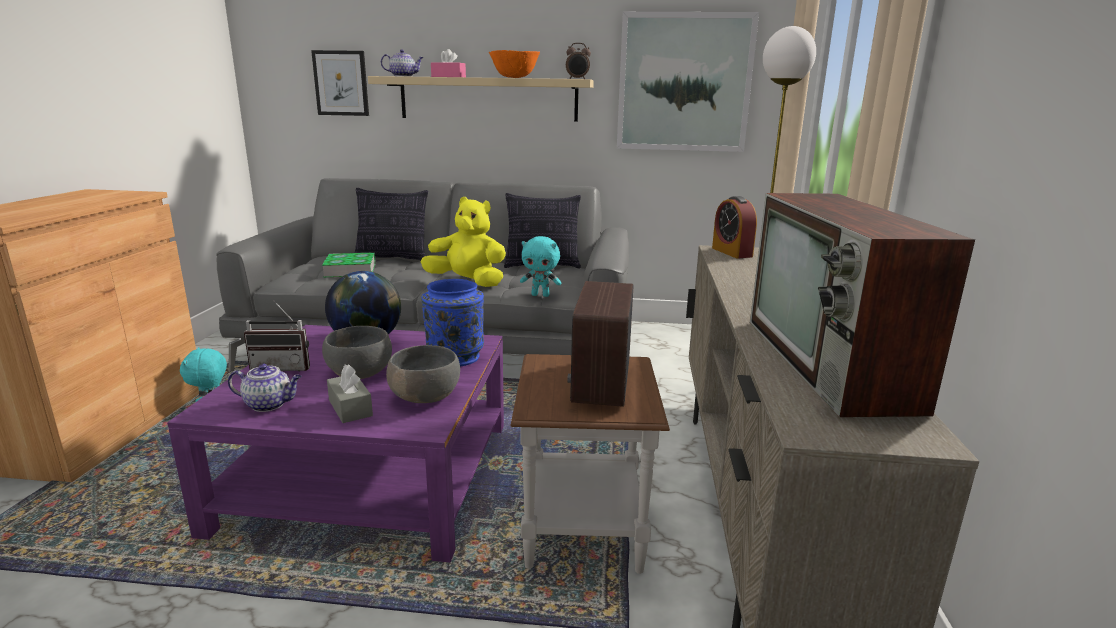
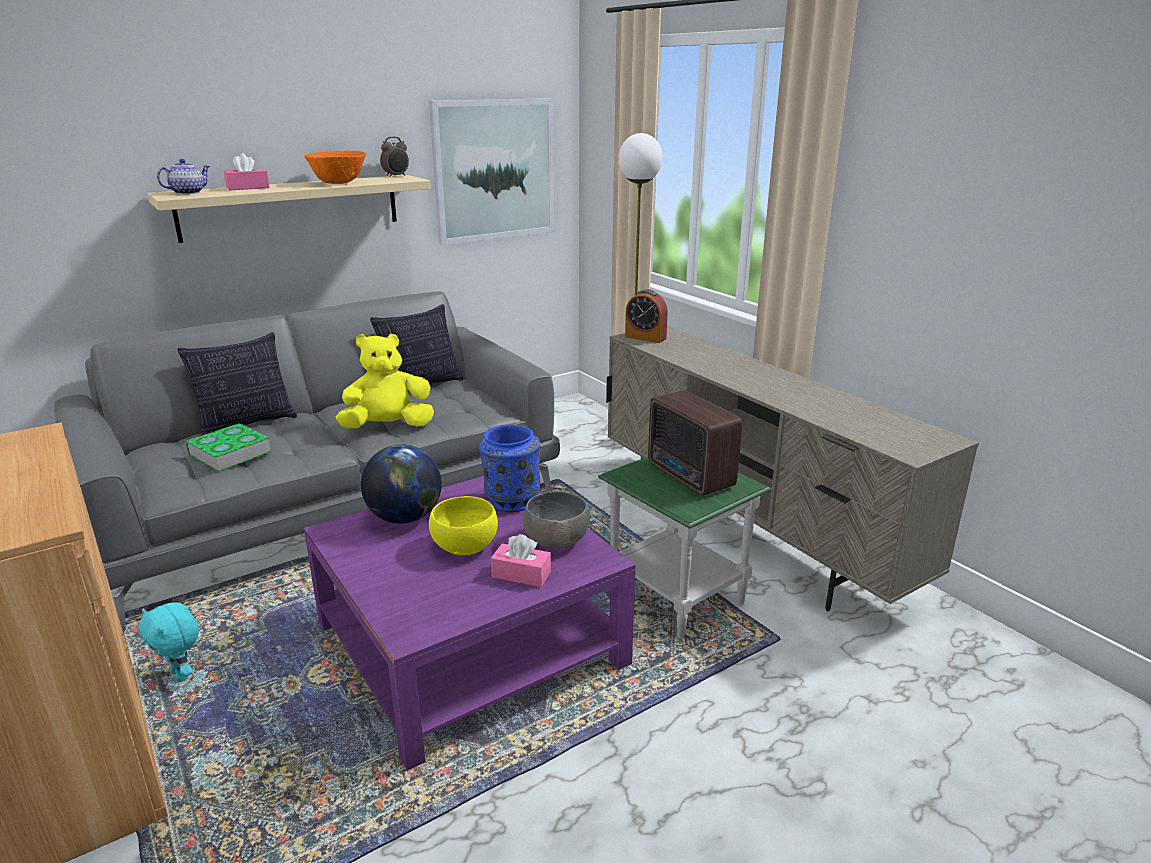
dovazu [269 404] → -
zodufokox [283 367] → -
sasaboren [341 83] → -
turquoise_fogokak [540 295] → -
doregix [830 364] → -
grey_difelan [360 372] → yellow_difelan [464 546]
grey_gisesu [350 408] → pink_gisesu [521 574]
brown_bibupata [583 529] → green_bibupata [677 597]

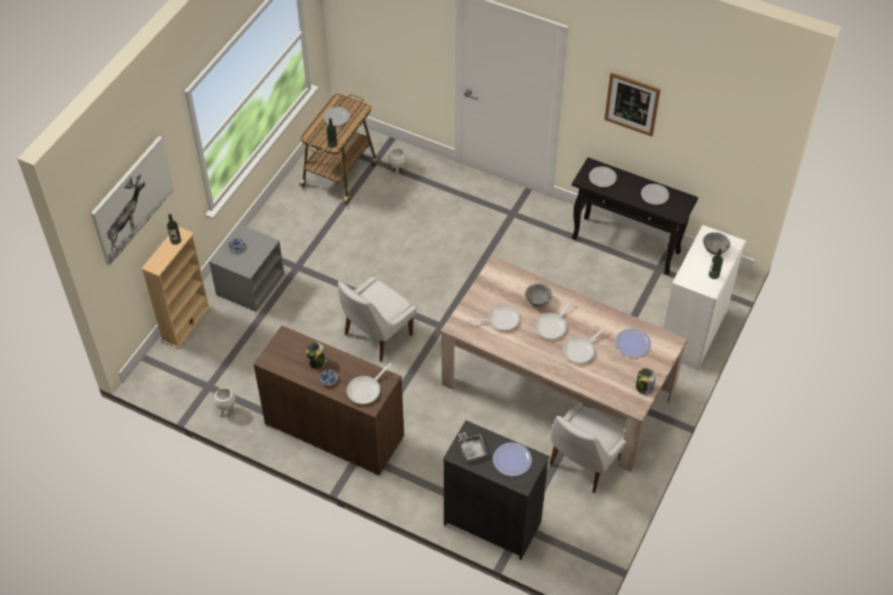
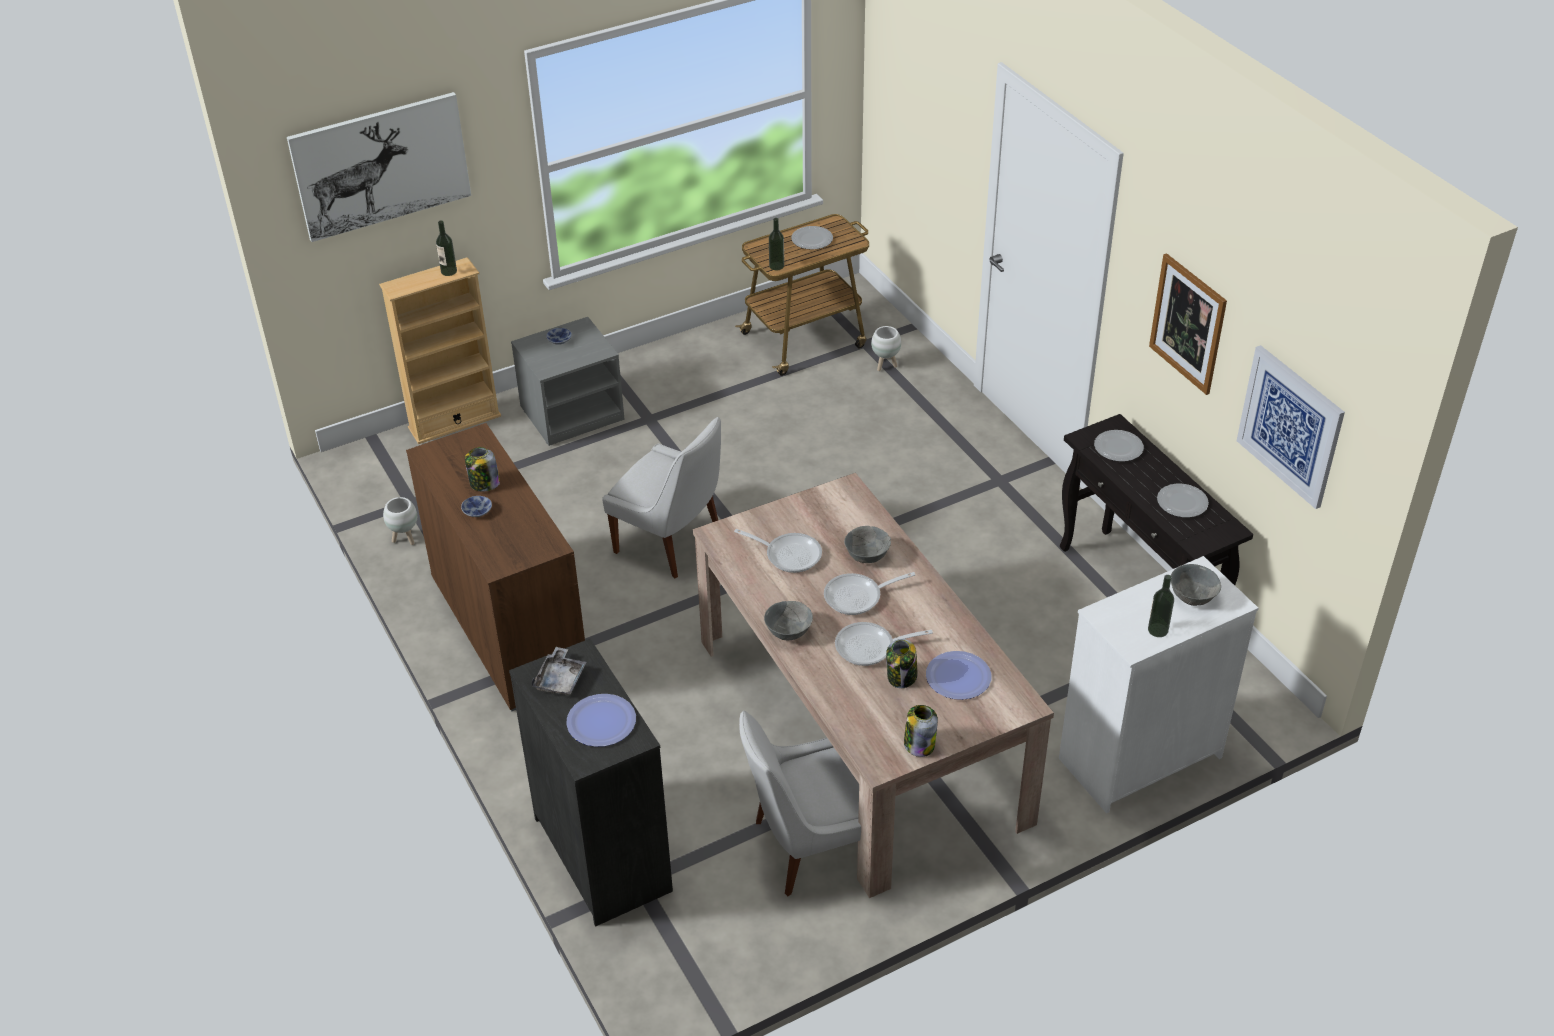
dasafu [366 390] → -
- → grey_difelan [788 631]
- → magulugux [902 677]
- → sasaboren [1290 426]
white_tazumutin [376 336] → white_tazumutin [671 542], 135 degrees counterclockwise

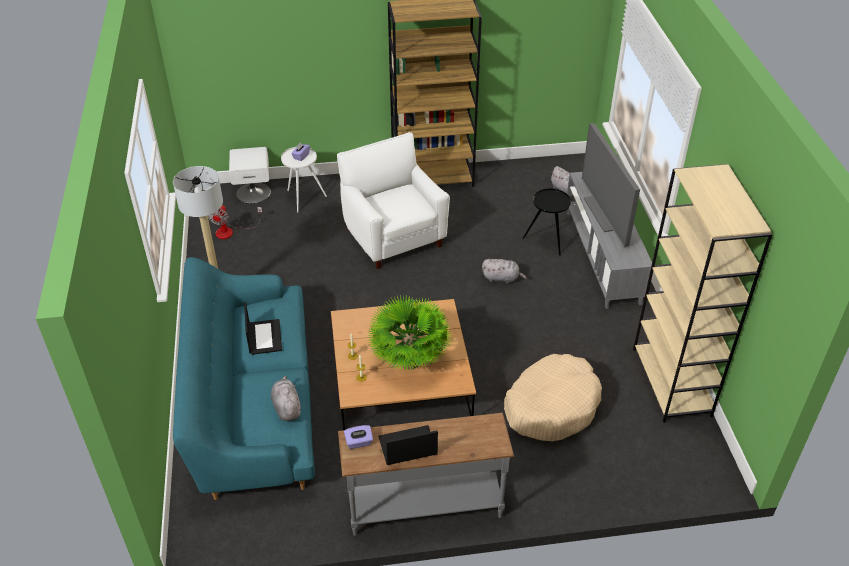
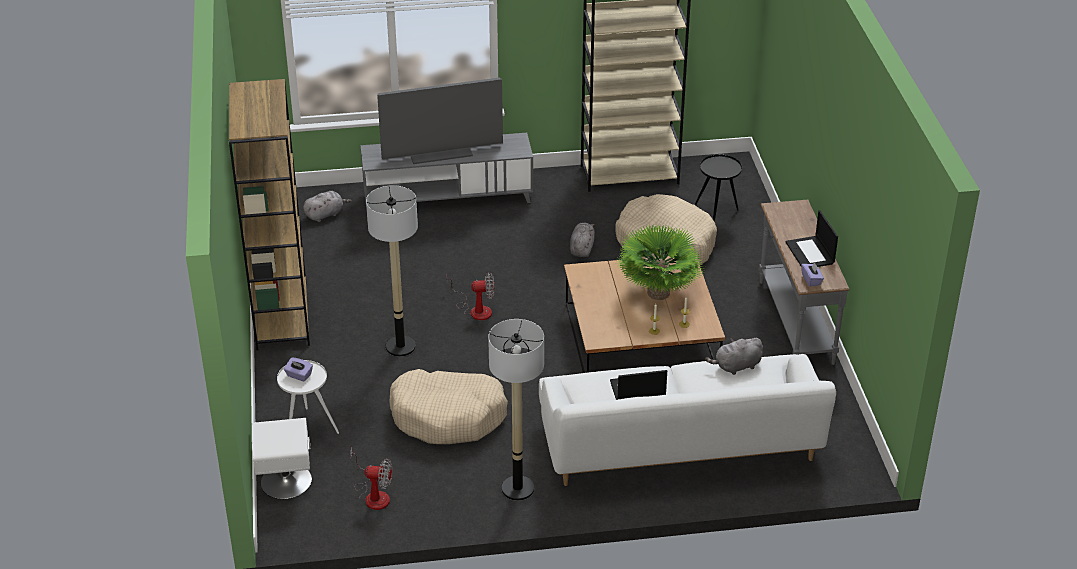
- → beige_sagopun [448 416]
- → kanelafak [475 309]
grey_fogokak [502 278] → grey_fogokak [582 248], move
black_bibupata [546 242] → black_bibupata [717 217], move
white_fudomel [394 237] → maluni [400 346]
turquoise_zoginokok [254 402] → white_zoginokok [680 444]

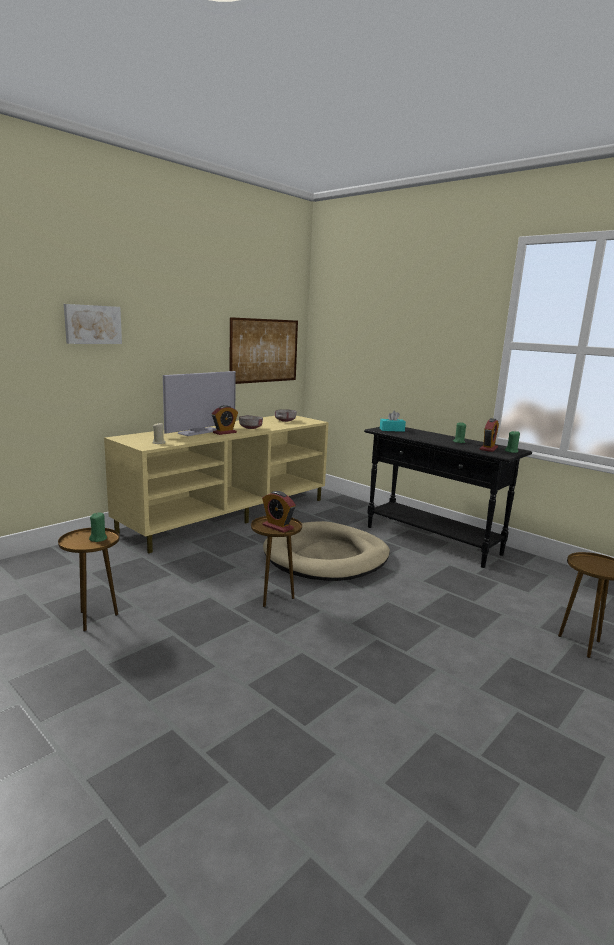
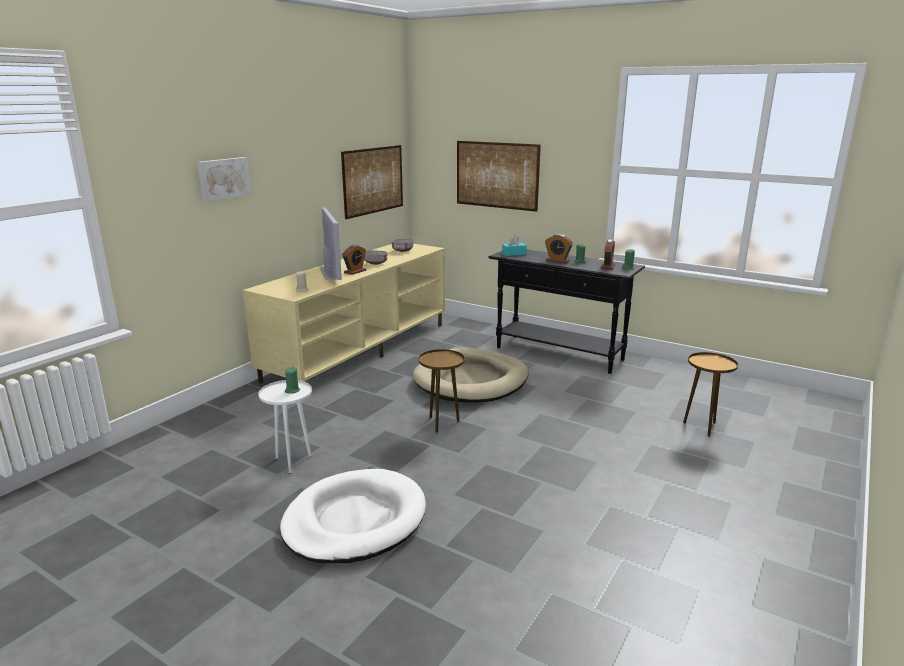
- → white_sagopun [354 521]
- → sasaboren [496 175]
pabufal [277 527] → pabufal [557 261], move
brown_bibupata [94 619] → white_bibupata [292 462]
doregix [199 432] → doregix [330 273], 45 degrees counterclockwise

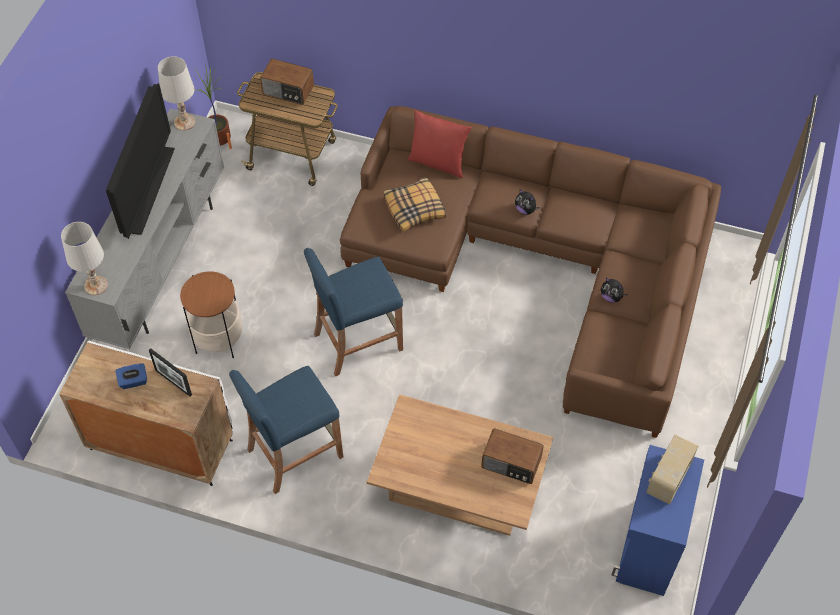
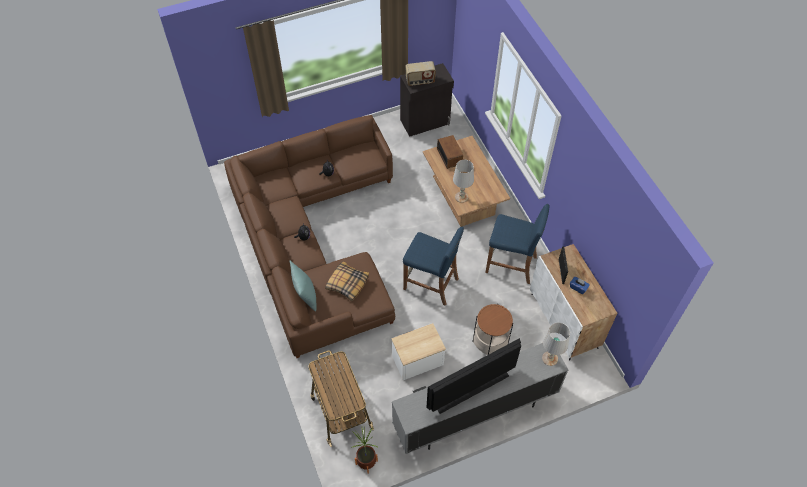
zodufokox [288 91] → -
- → bibupata [417 360]
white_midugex [185 122] → white_midugex [461 197], move
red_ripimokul [438 163] → turquoise_ripimokul [305 295]
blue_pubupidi [647 548] → black_pubupidi [425 122]

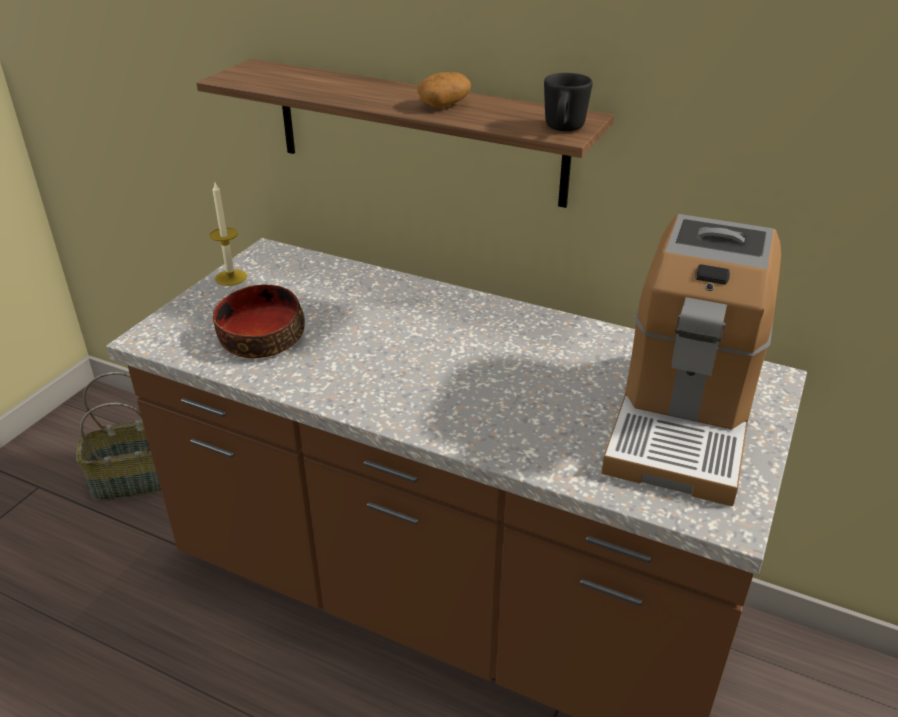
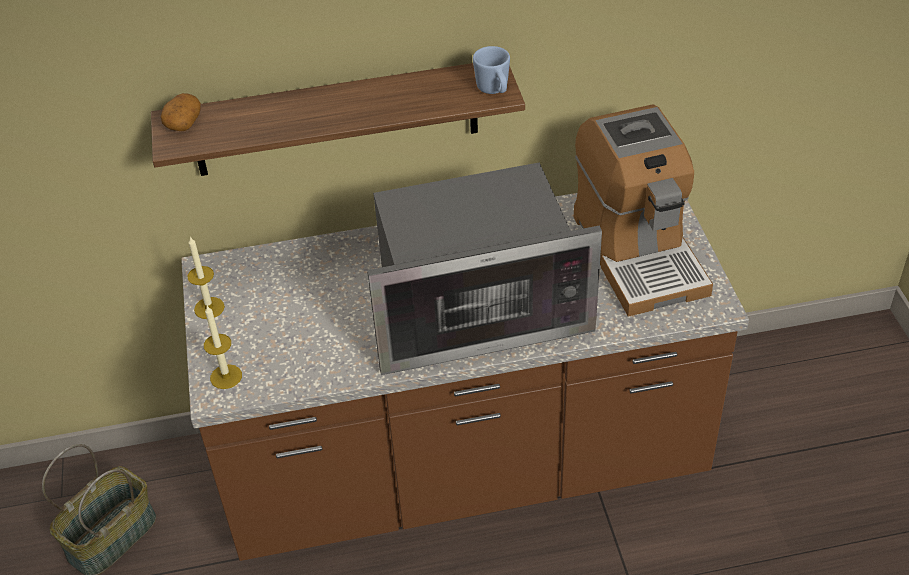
difelan [261 338] → -
- → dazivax [226 376]
- → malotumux [476 312]
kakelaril [444 104] → kakelaril [183 122], move
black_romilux [563 129] → blue_romilux [494 90]

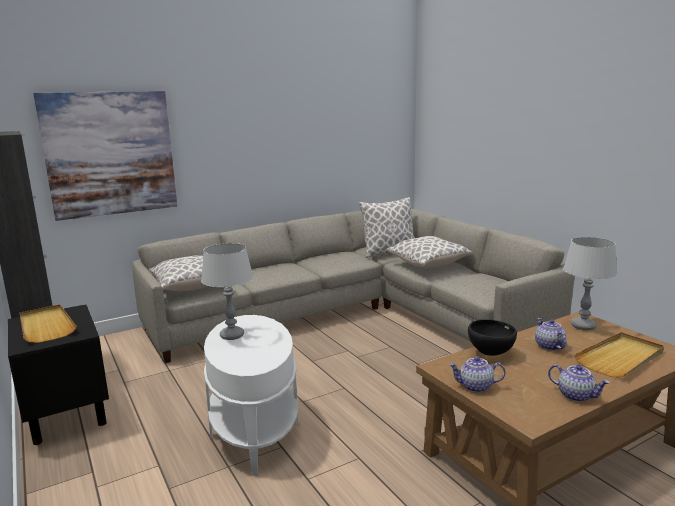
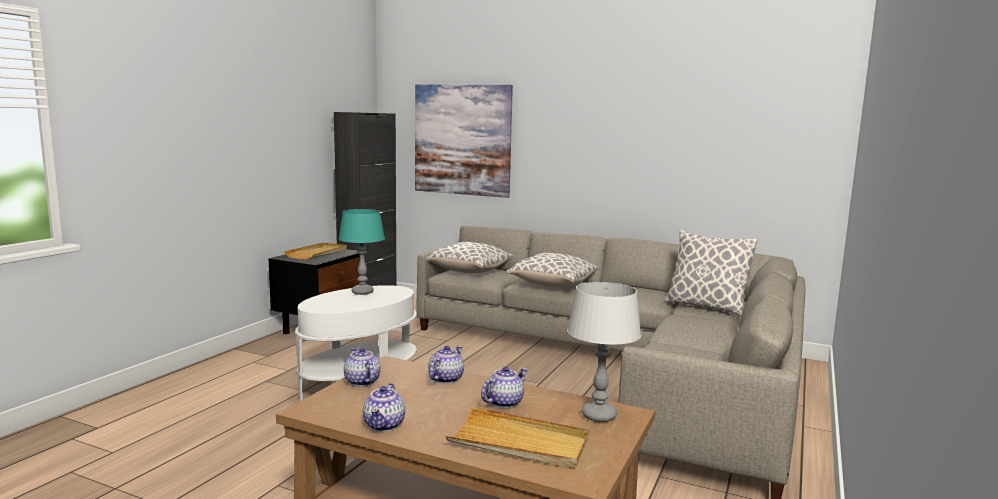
ripimokul [428 264] → ripimokul [552 284], move
black_difelan [490 354] → dovazu [445 378]
grey_midugex [232 336] → turquoise_midugex [362 292]

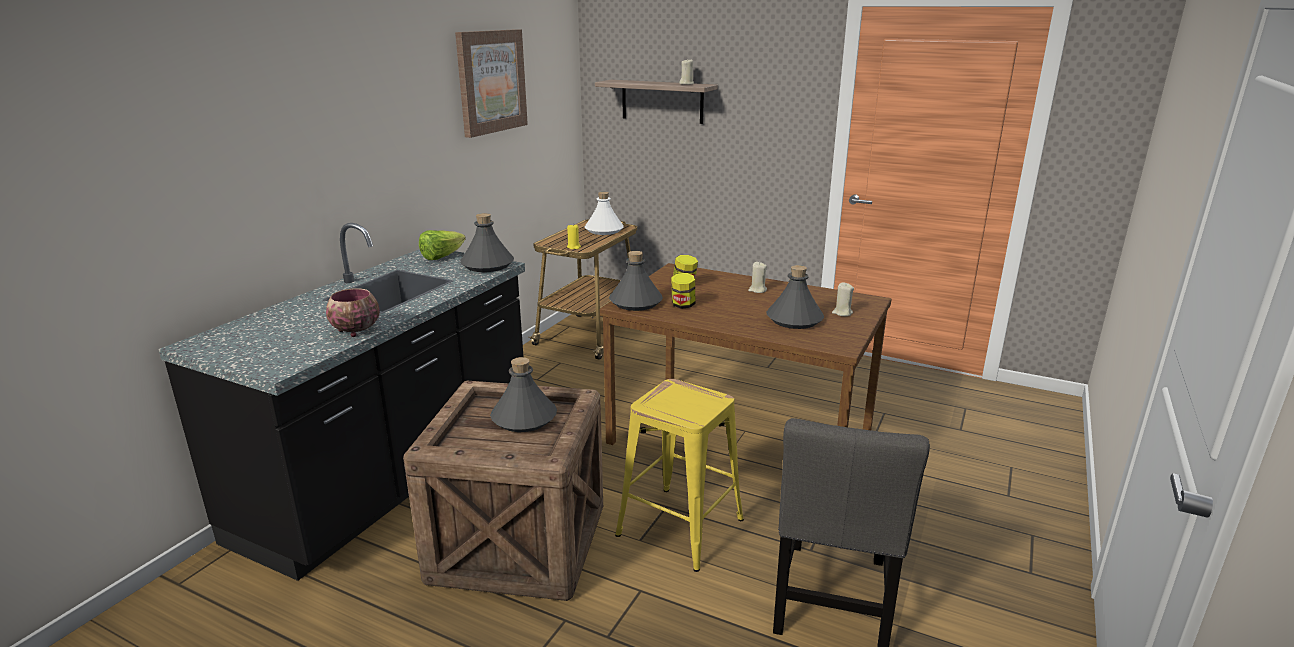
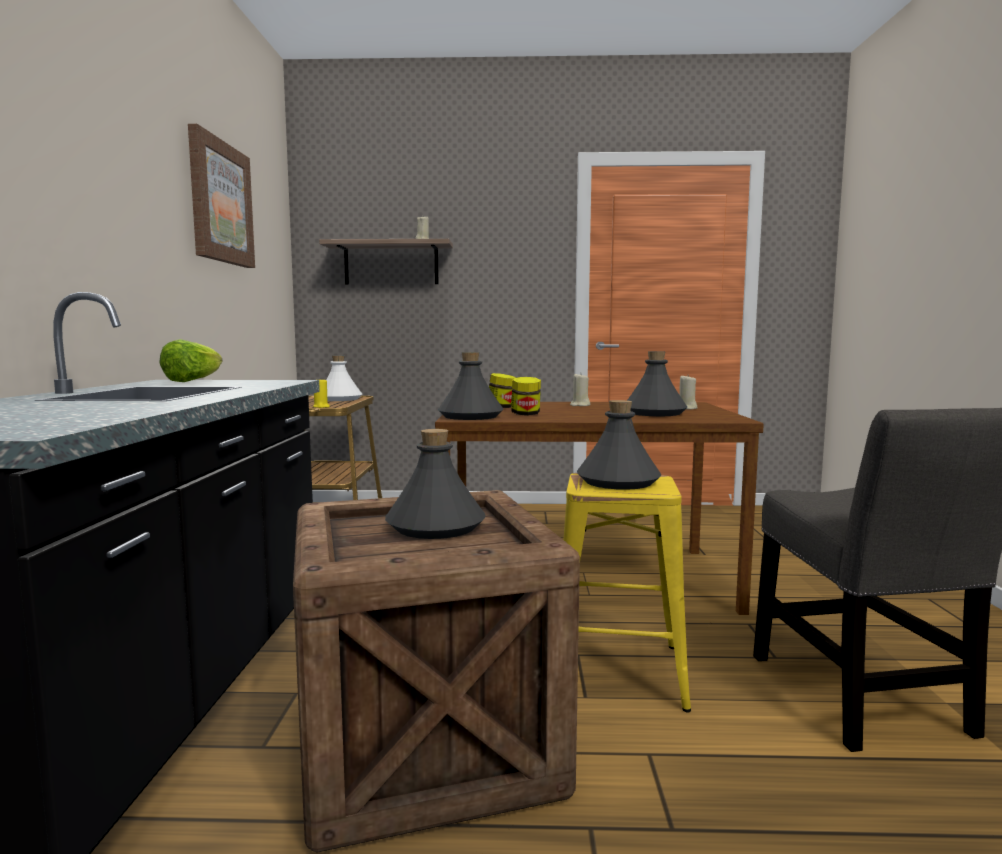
difelan [354 331] → -
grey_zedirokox [488 265] → grey_zedirokox [618 481], move

